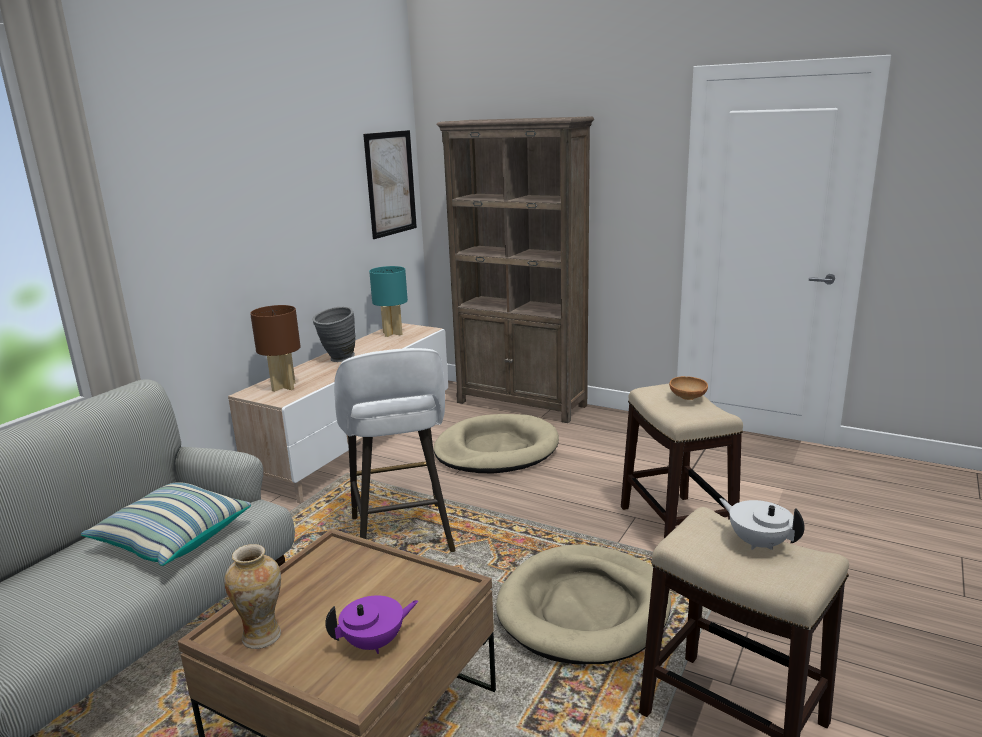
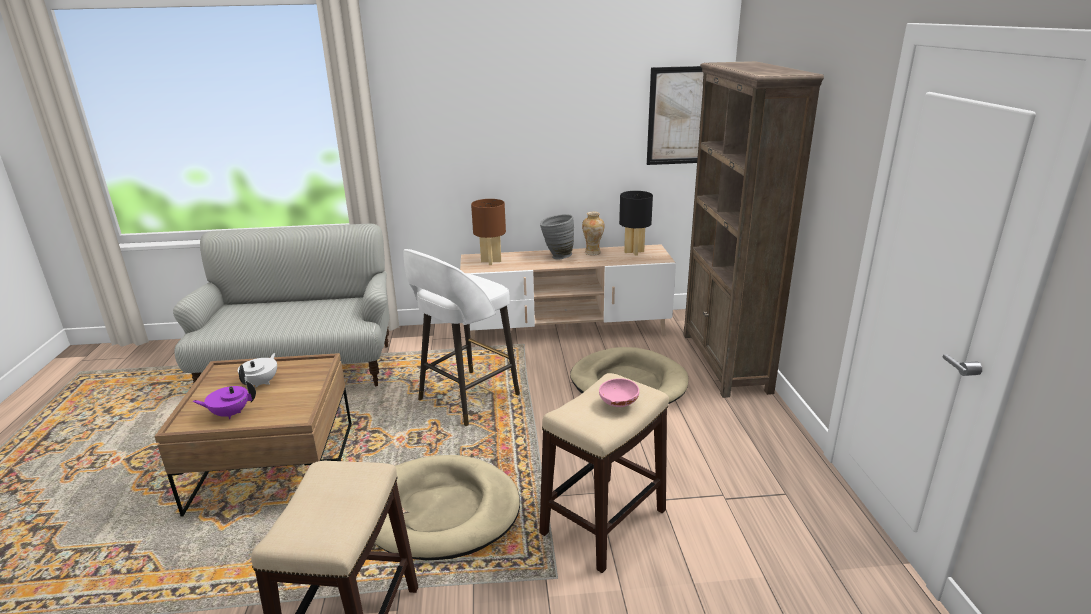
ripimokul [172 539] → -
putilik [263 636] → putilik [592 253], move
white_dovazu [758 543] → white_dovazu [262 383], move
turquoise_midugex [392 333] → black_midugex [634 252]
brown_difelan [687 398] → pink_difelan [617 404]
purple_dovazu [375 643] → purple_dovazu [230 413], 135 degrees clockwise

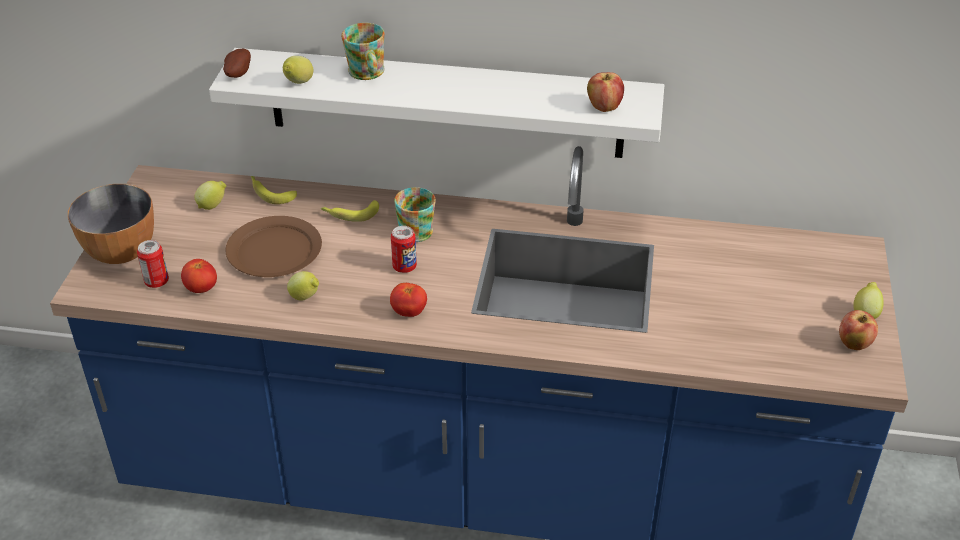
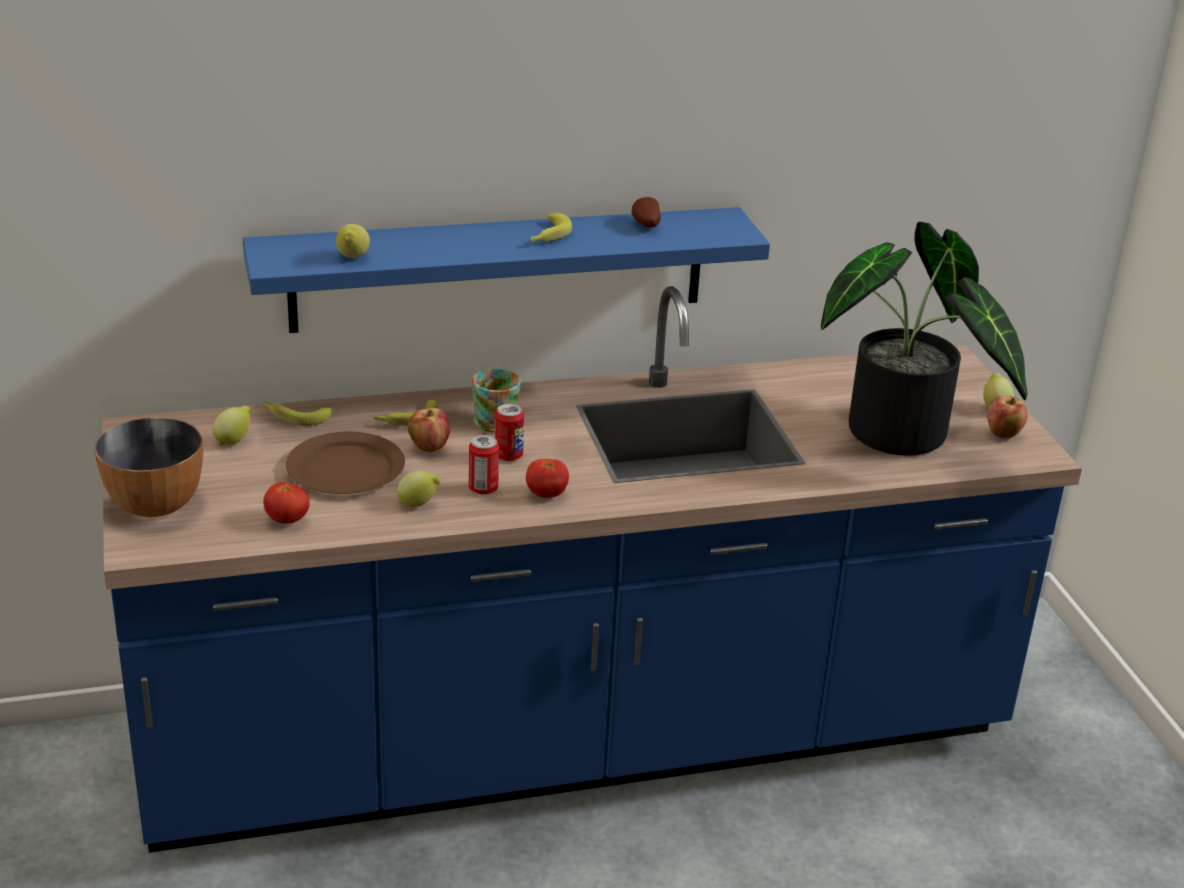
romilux [367 74] → -
- → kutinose [547 236]
- → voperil [901 439]
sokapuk [157 282] → sokapuk [483 489], move
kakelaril [237 73] → kakelaril [645 225], move
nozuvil [604 107] → nozuvil [429 447], move
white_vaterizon [445 103] → blue_vaterizon [499 269]

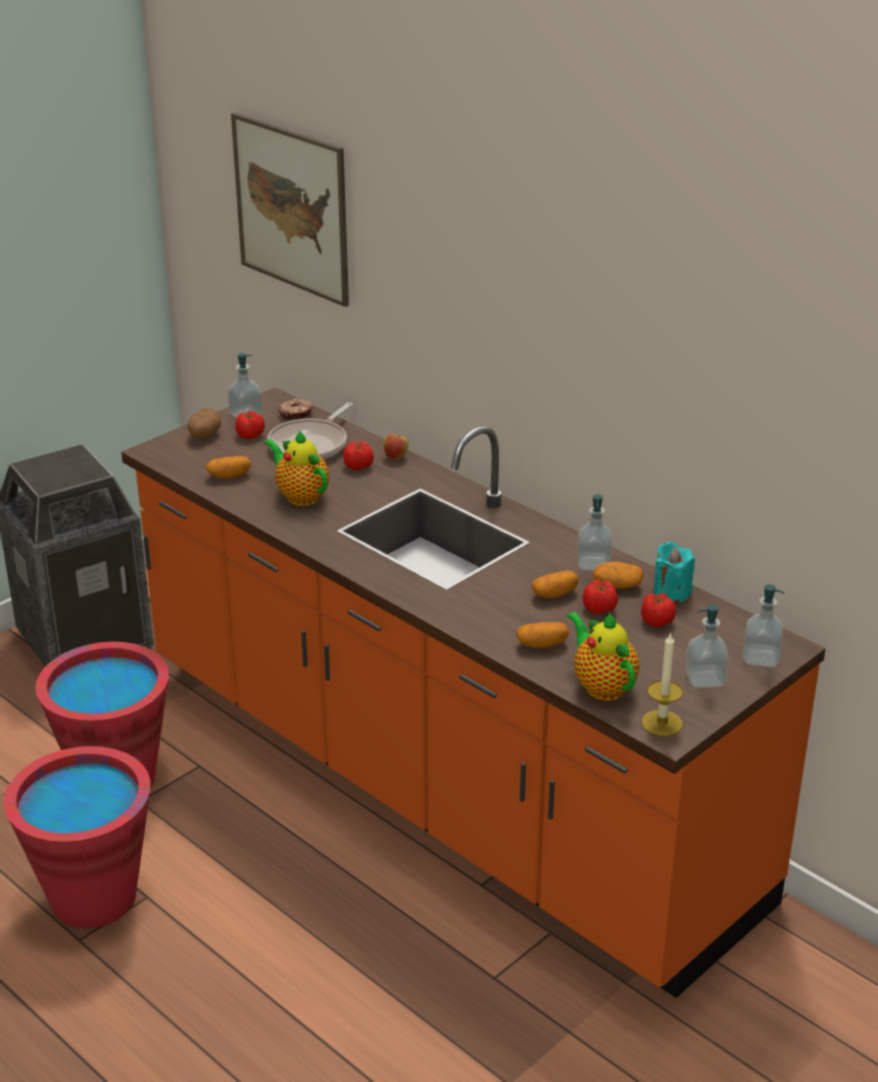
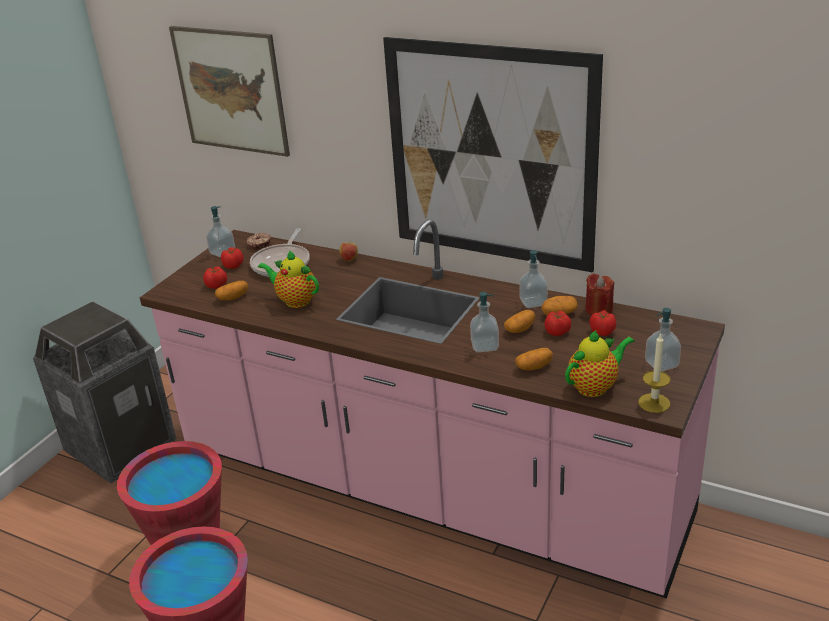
kakelaril [204 436] → -
- → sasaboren [490 155]
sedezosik [359 466] → sedezosik [217 285], move
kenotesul [760 658] → kenotesul [484 346], move
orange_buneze [438 782] → pink_buneze [427 487]
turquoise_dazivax [671 592] → red_dazivax [599 310]
dovazu [602 686] → dovazu [595 386], 105 degrees clockwise

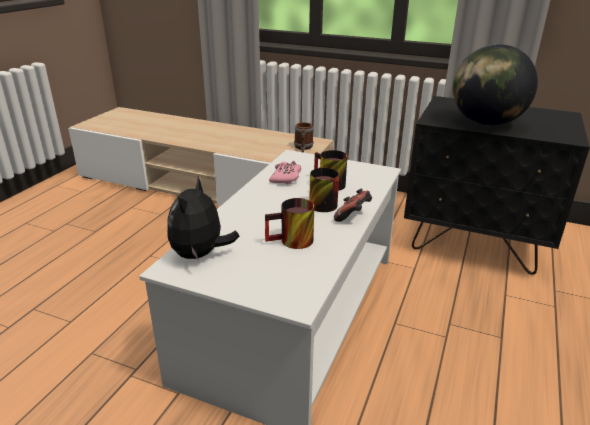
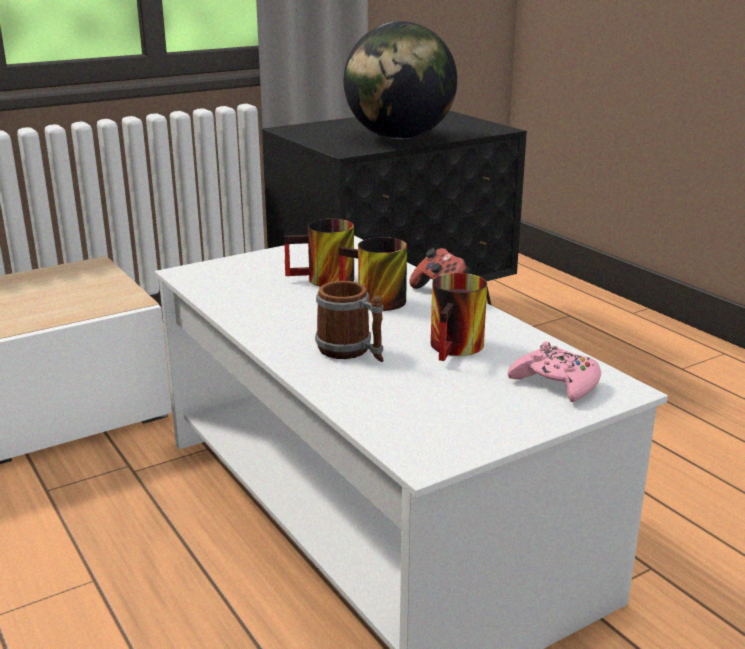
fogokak [200 255] → -
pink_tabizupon [285 178] → pink_tabizupon [556 383], move
romilux [303 148] → romilux [352 352], move

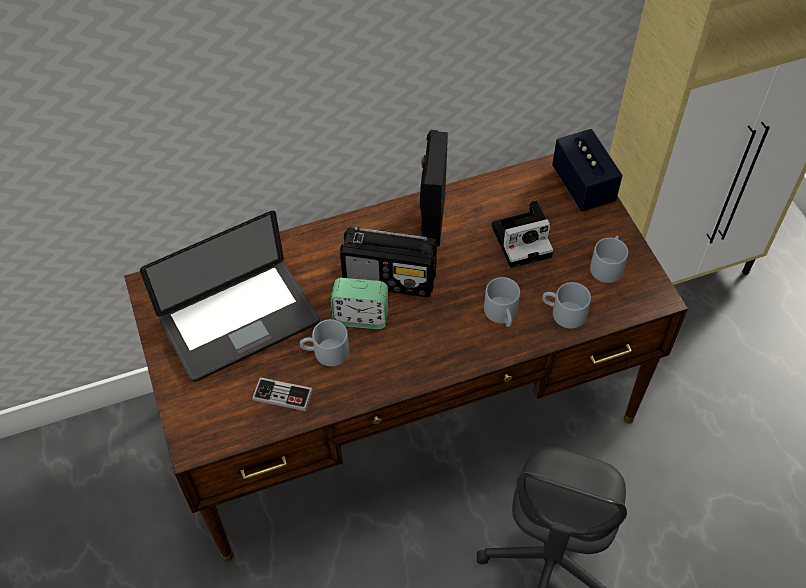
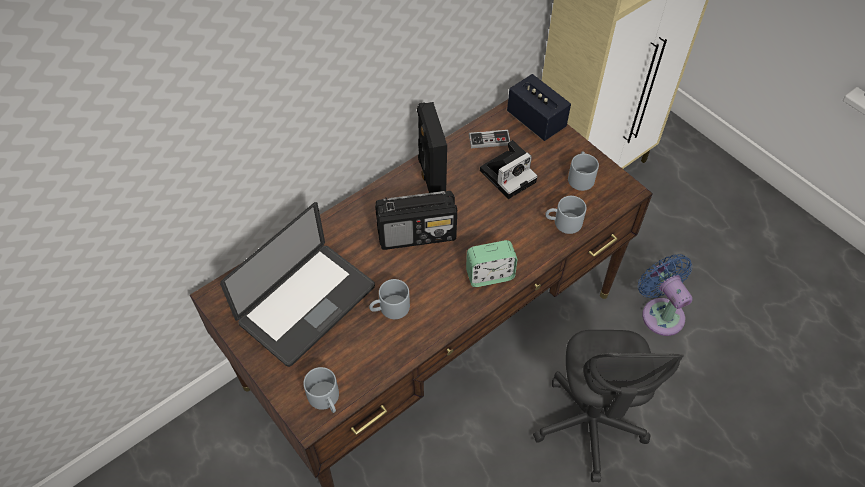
- → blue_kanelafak [660 312]
tabizupon [282 395] → tabizupon [489 140], move
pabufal [361 317] → pabufal [489 275], move
grey_romilux [503 314] → grey_romilux [326 399], move

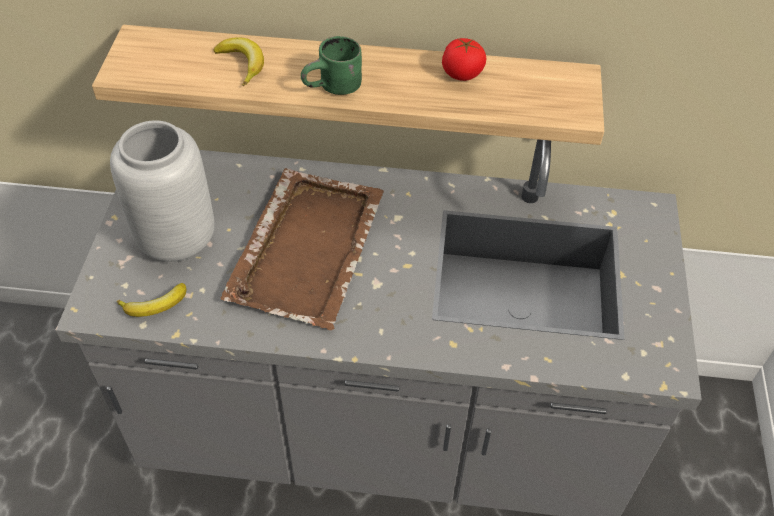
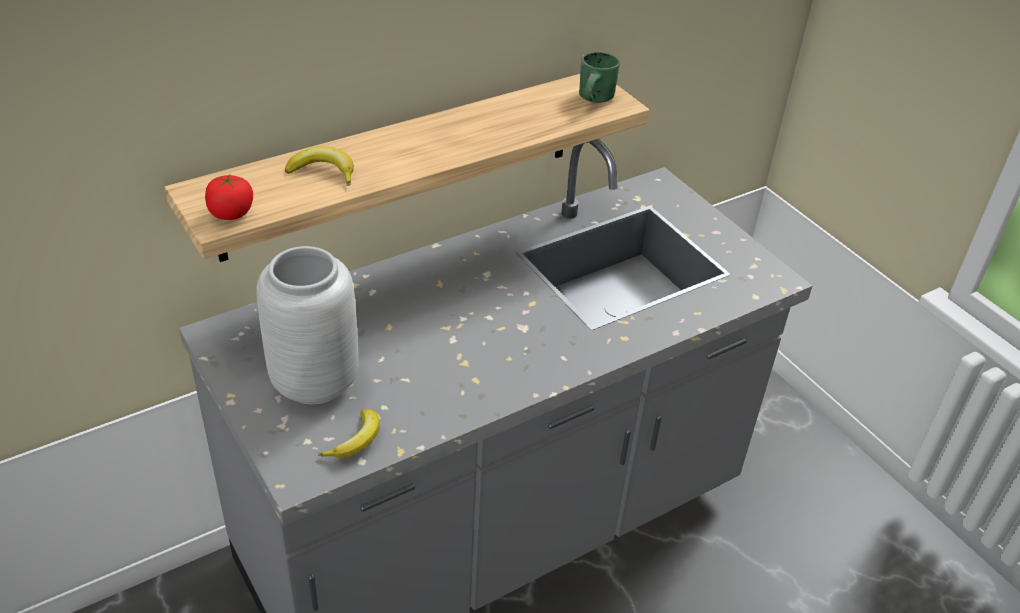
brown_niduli [308 247] → -
green_romilux [335 89] → green_romilux [597 100], move
sedezosik [462 73] → sedezosik [231 213], move

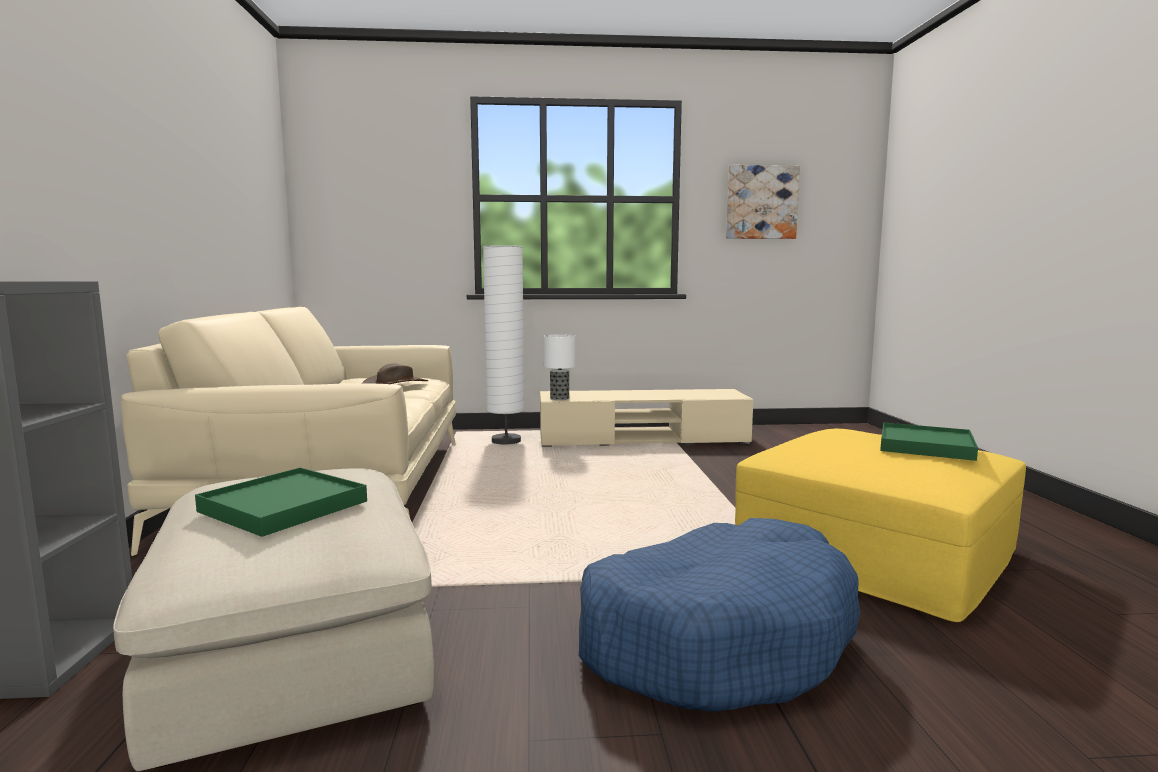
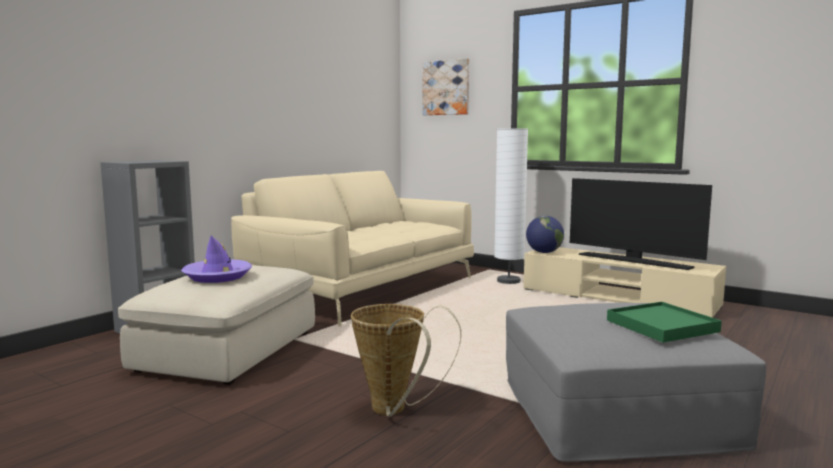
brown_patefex [395 384] → -
- → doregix [634 261]
sasaboren [761 202] → sasaboren [446 87], move
green_niduli [283 506] → purple_patefex [217 277]
midugex [559 398] → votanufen [544 252]
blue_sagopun [716 638] → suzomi [395 411]
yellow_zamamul [875 552] → grey_zamamul [616 412]

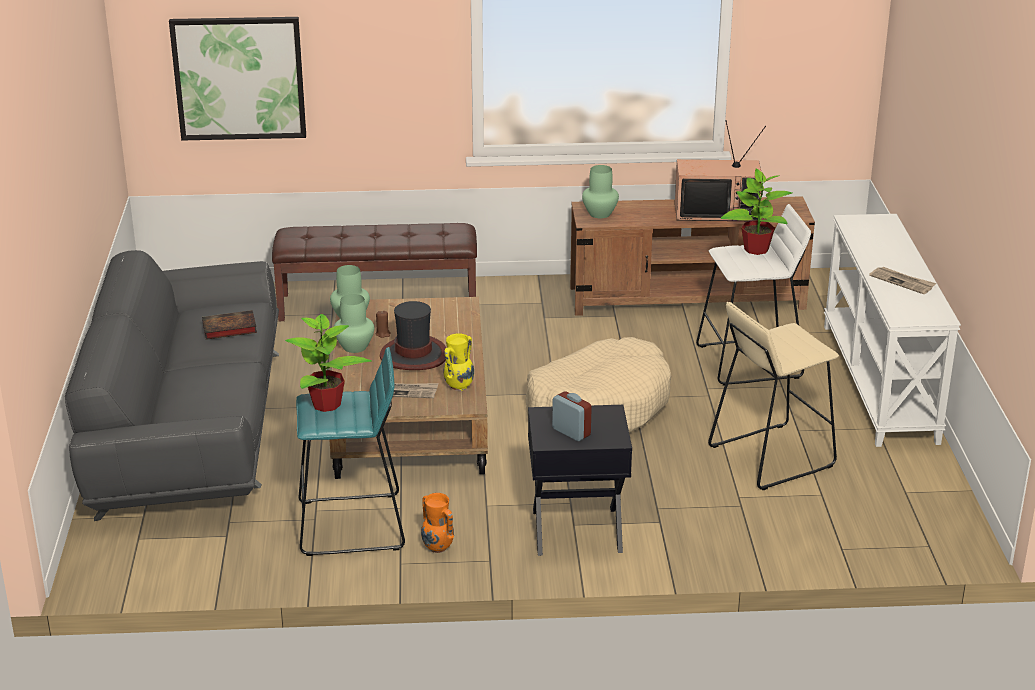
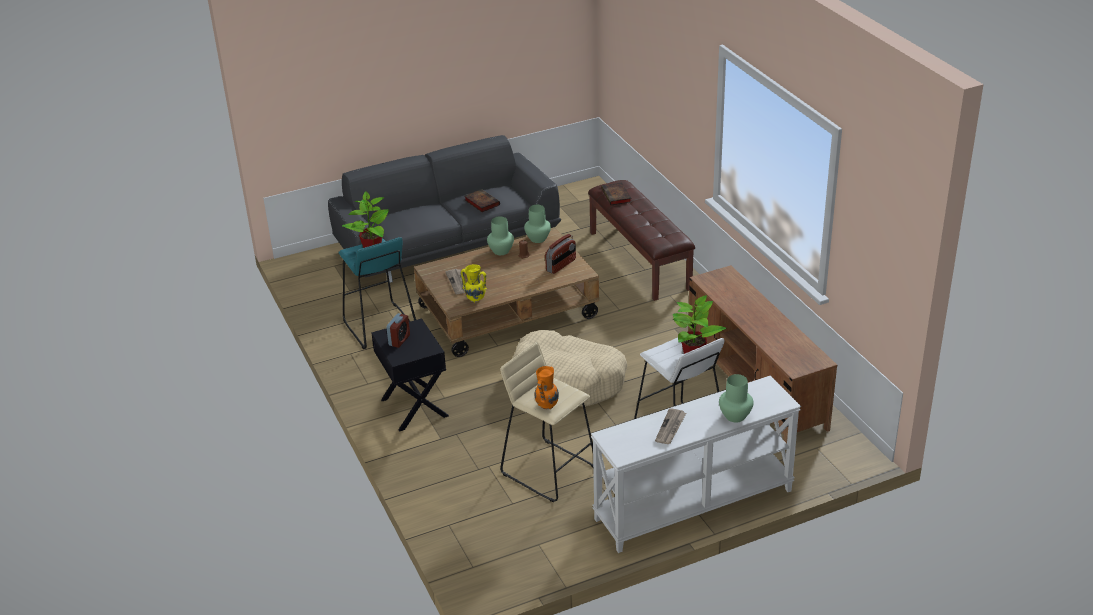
sasaboren [239 78] → -
patefex [414 355] → -
doregix [717 211] → -
- → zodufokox [561 265]
- → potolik [616 196]
orange_putilik [438 548] → orange_putilik [546 406], move
green_putilik [600 213] → green_putilik [735 416], move

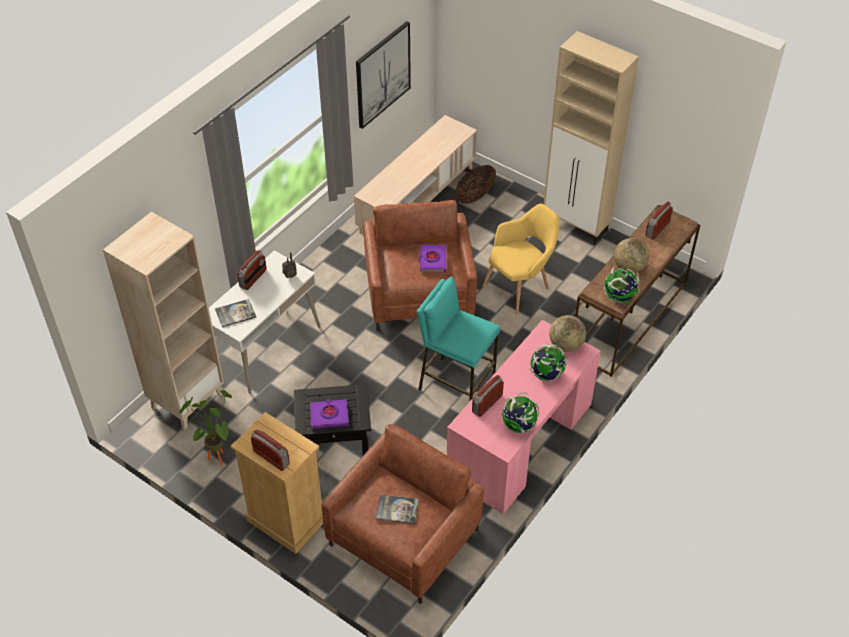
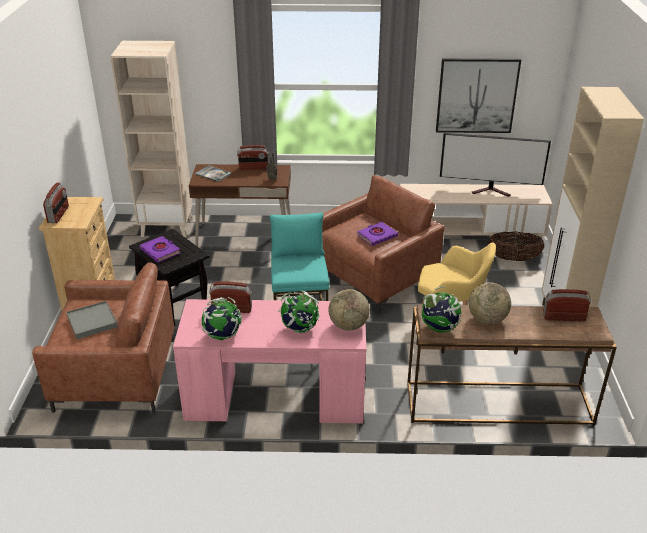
voperil [216 455] → -
- → doregix [492 191]
potolik [397 509] → grey_niduli [92 321]
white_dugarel [265 347] → brown_dugarel [244 235]

